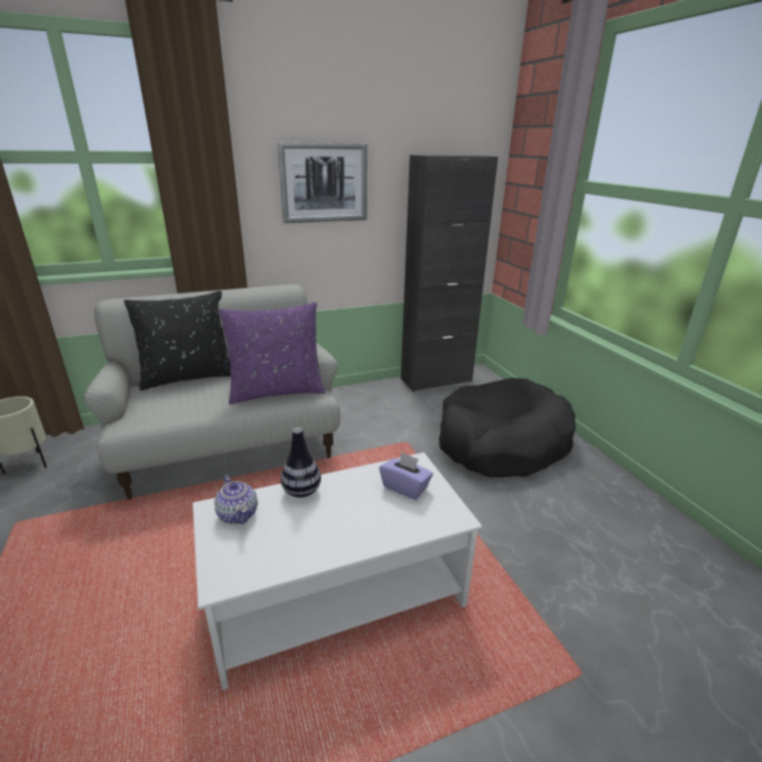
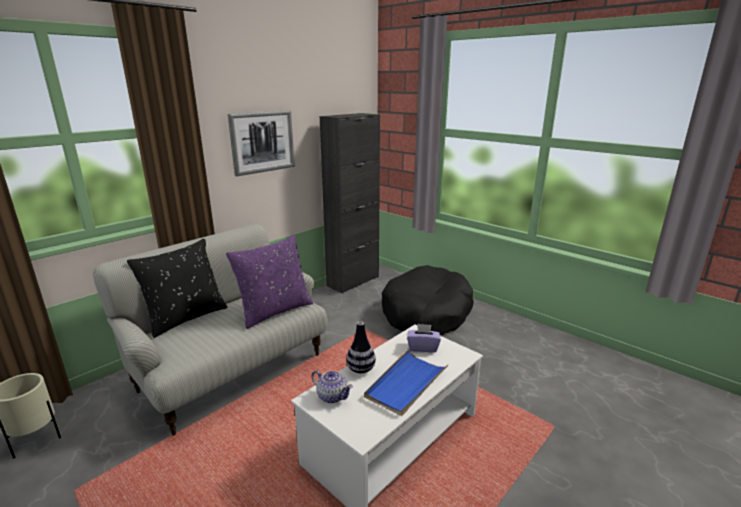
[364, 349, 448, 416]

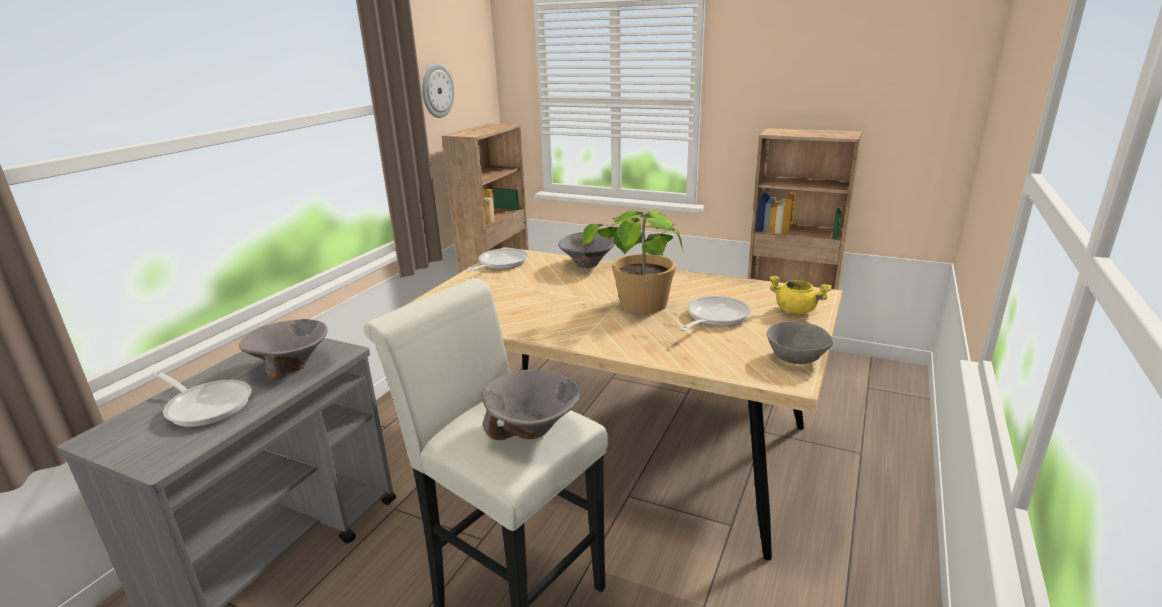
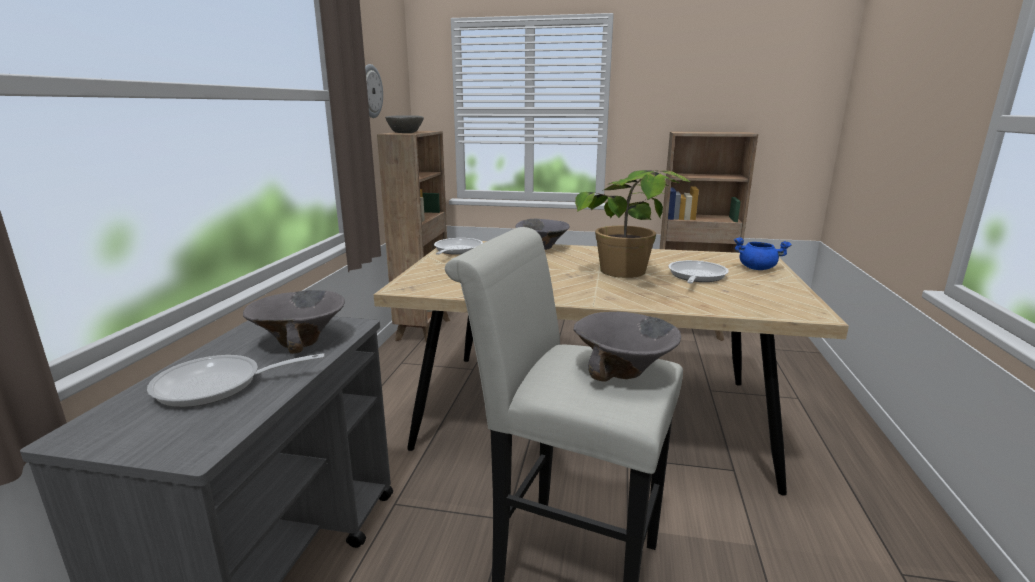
[385, 115, 424, 133]
[734, 237, 792, 270]
[147, 353, 325, 408]

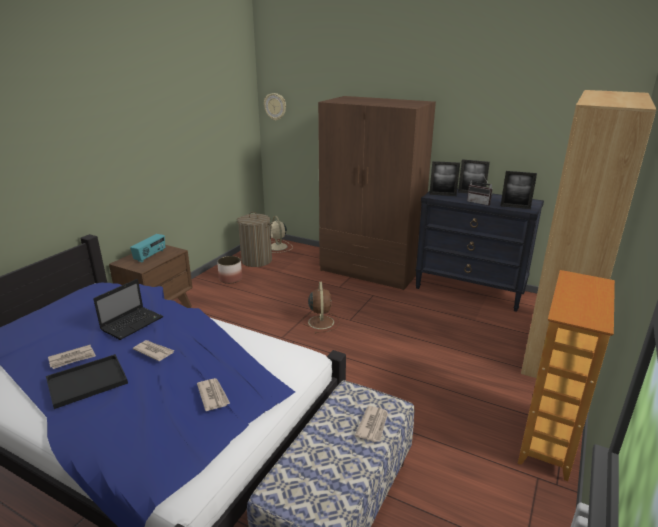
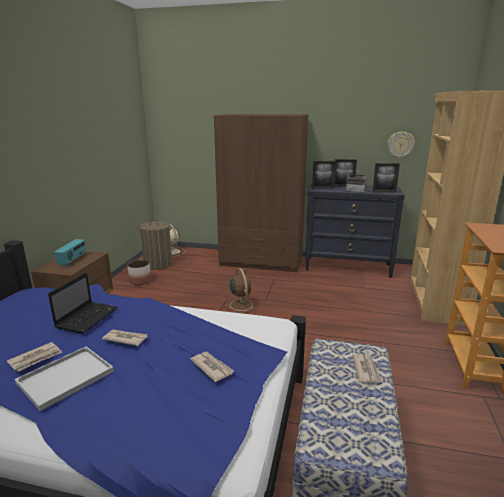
[387, 132, 415, 159]
[15, 347, 114, 411]

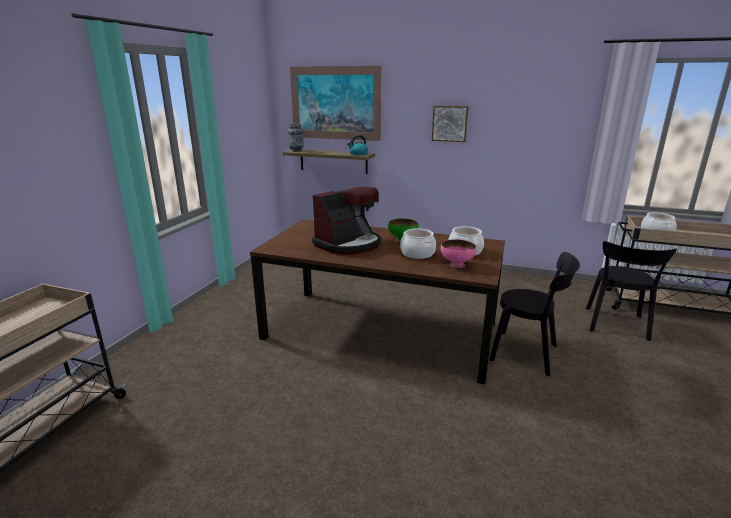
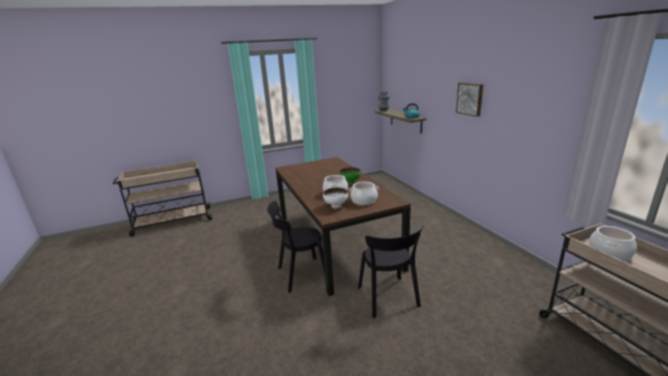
[290, 66, 381, 141] (first image)
[312, 187, 381, 255] (first image)
[267, 200, 325, 293]
[323, 187, 348, 209]

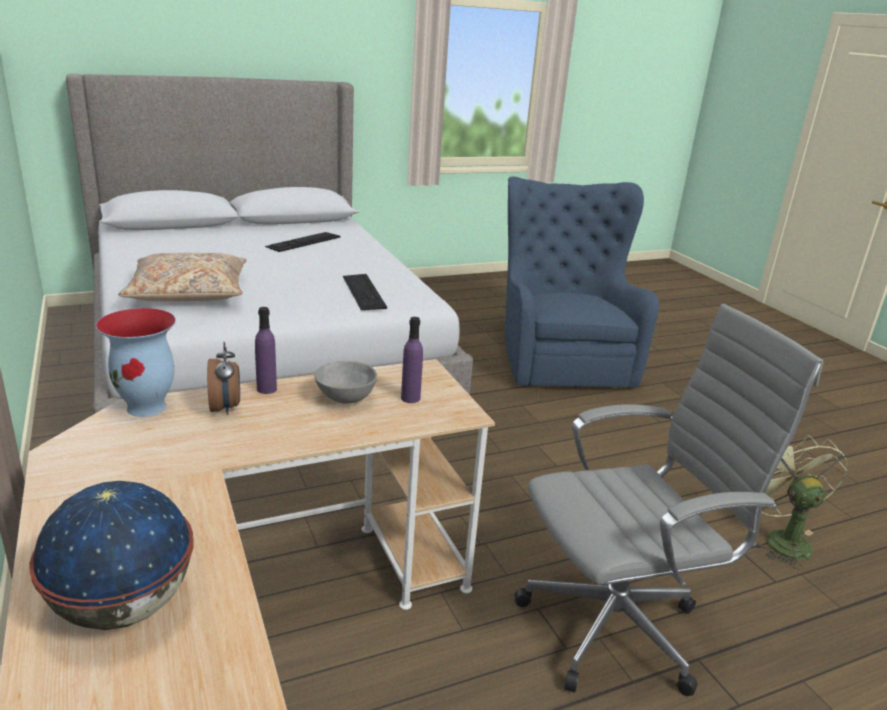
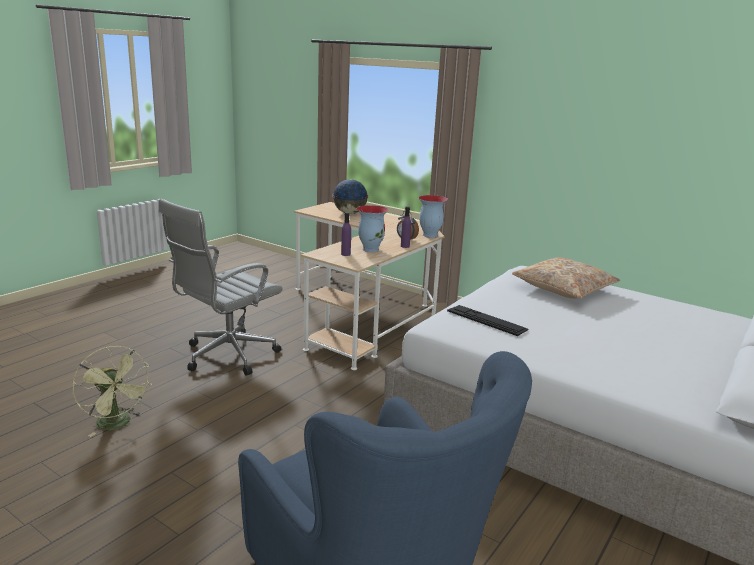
[265, 232, 340, 252] (first image)
[357, 205, 389, 252]

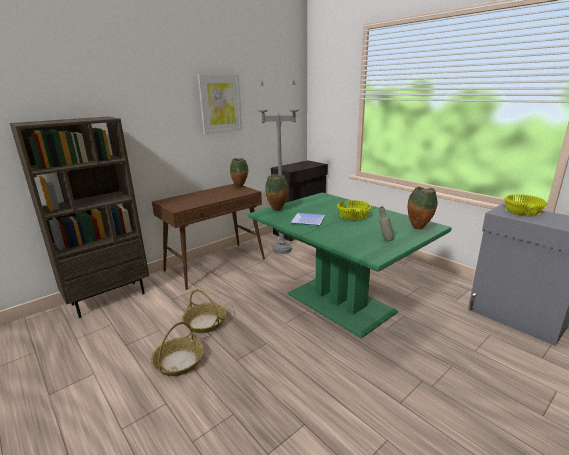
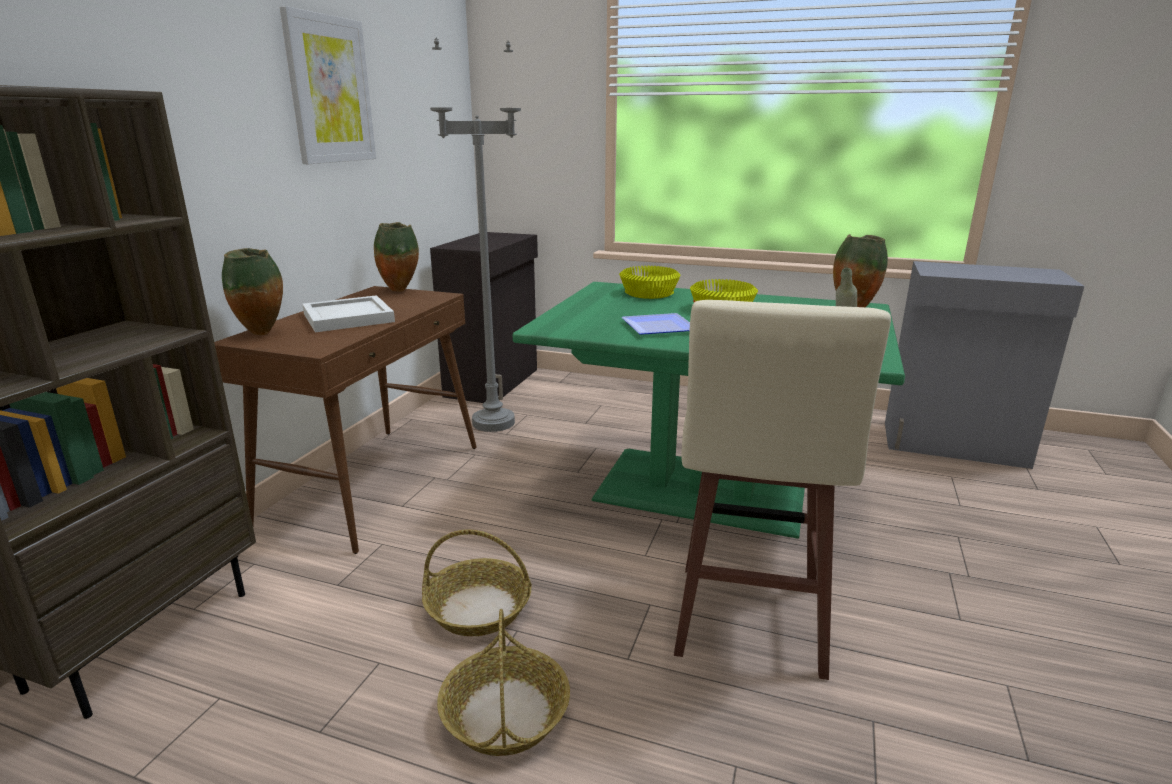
[302, 295, 395, 332]
[674, 300, 891, 680]
[222, 248, 283, 335]
[619, 266, 681, 299]

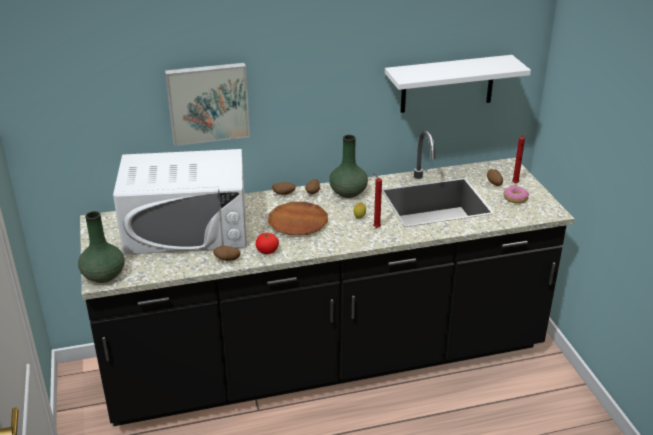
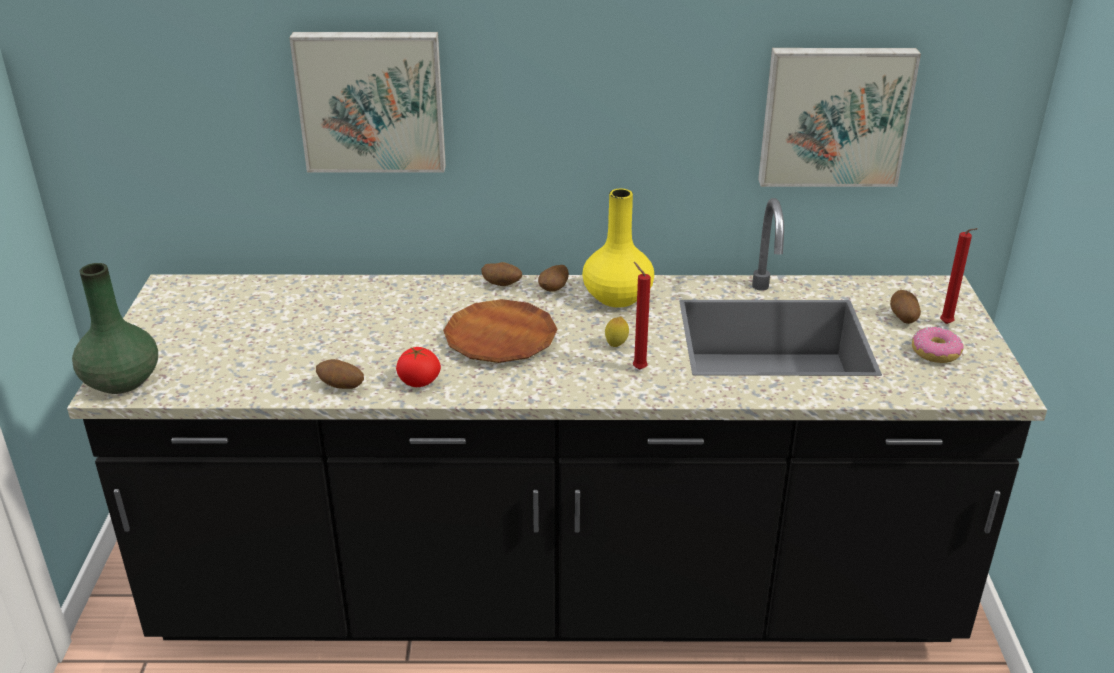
[113, 149, 247, 255] (first image)
[758, 48, 921, 187]
[582, 189, 654, 308]

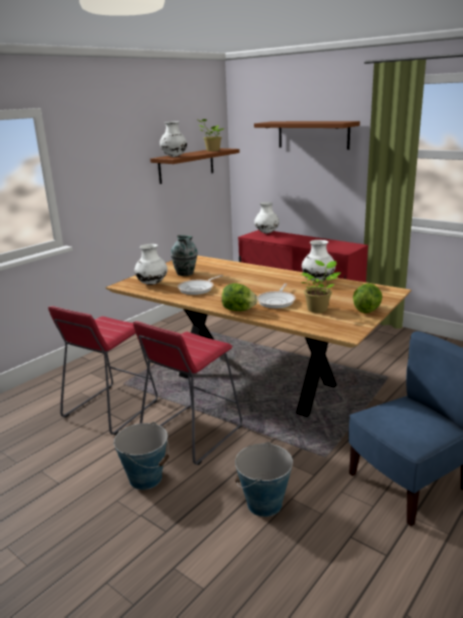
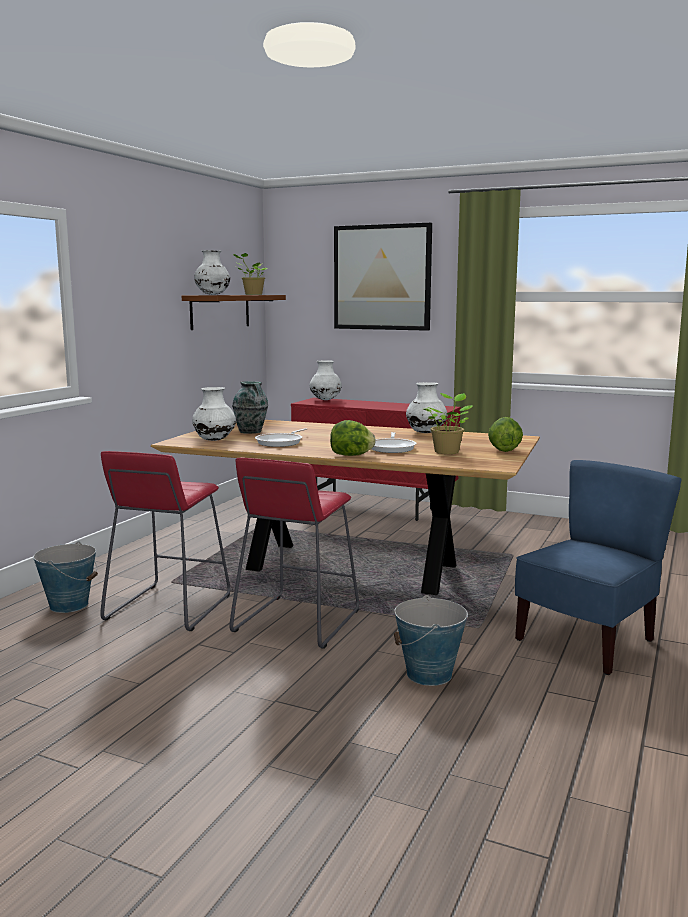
[33, 541, 98, 613]
[334, 223, 432, 331]

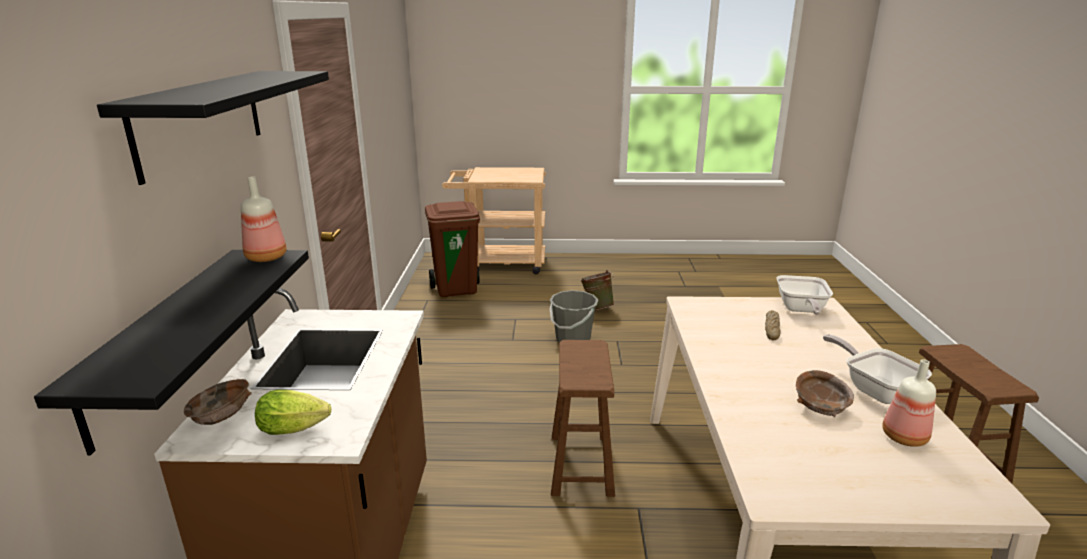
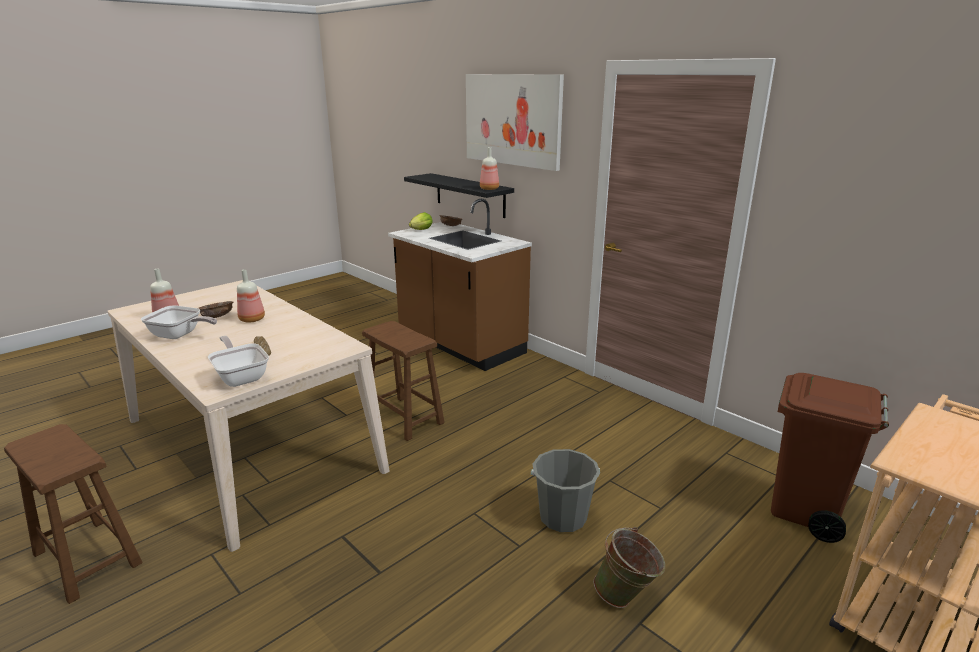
[237, 269, 265, 323]
[466, 74, 564, 171]

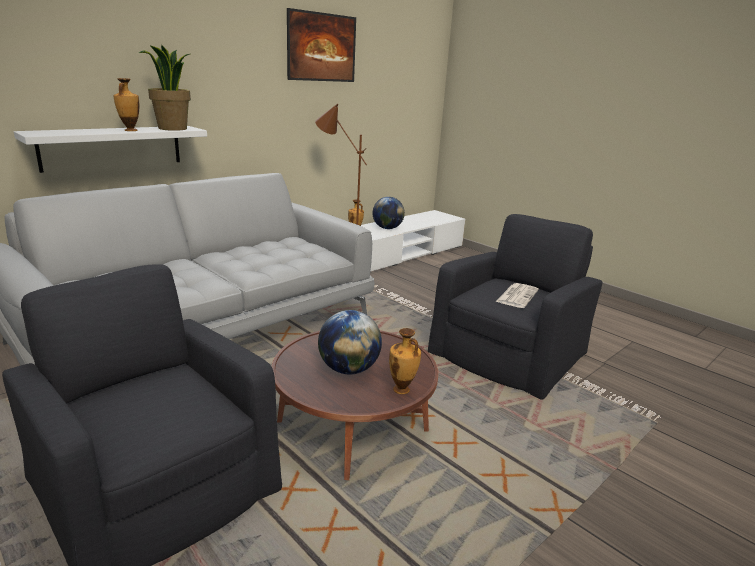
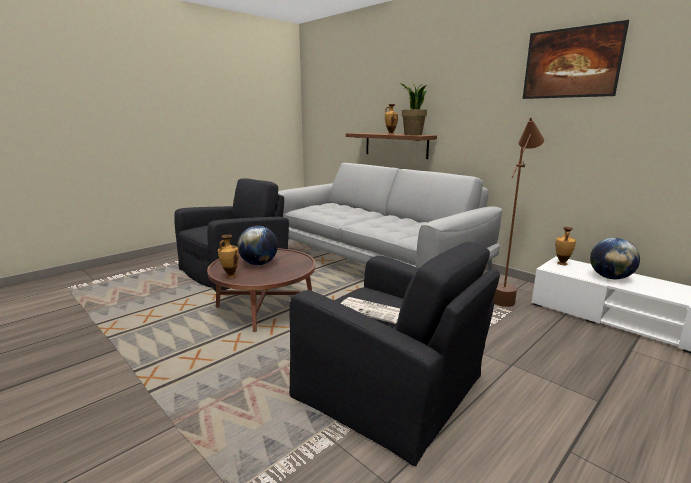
[346, 133, 437, 159]

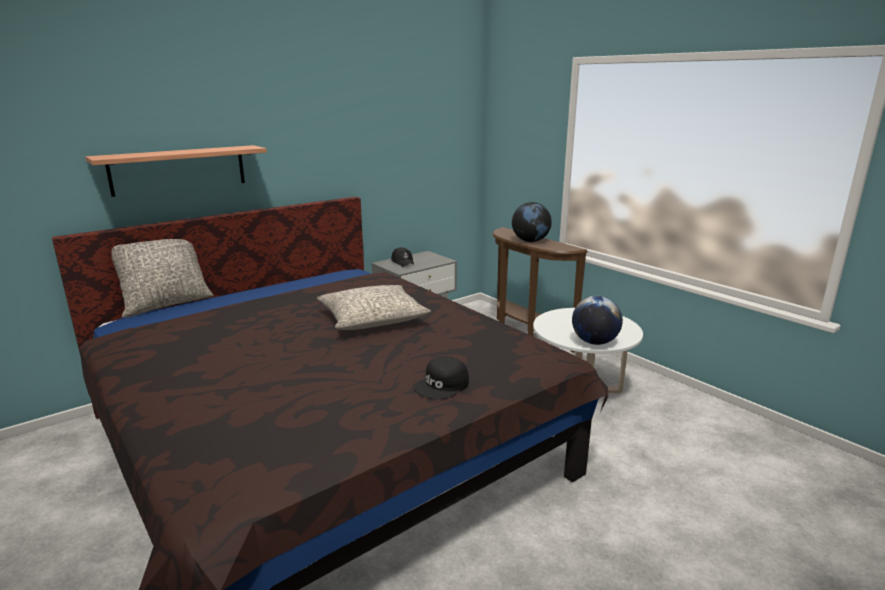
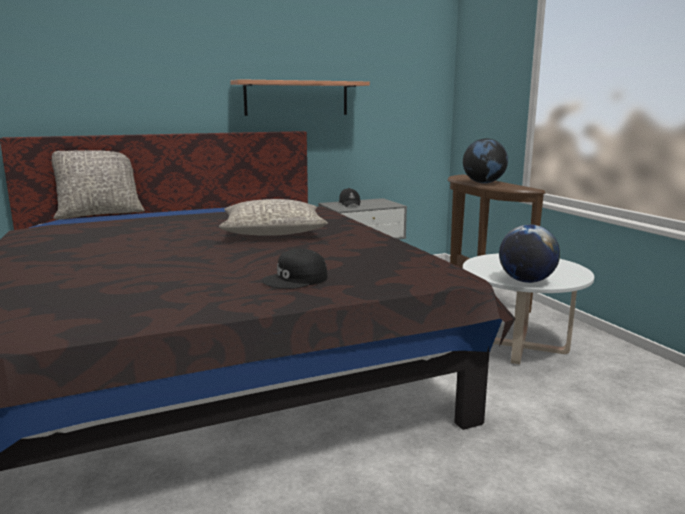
[230, 79, 370, 116]

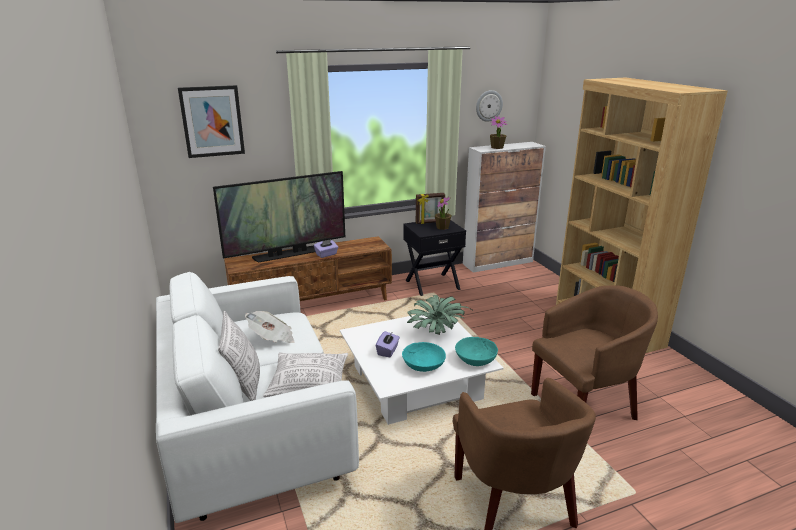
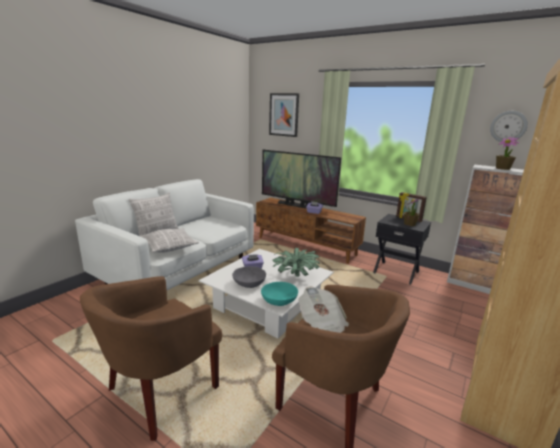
[298, 286, 349, 333]
[232, 266, 266, 288]

